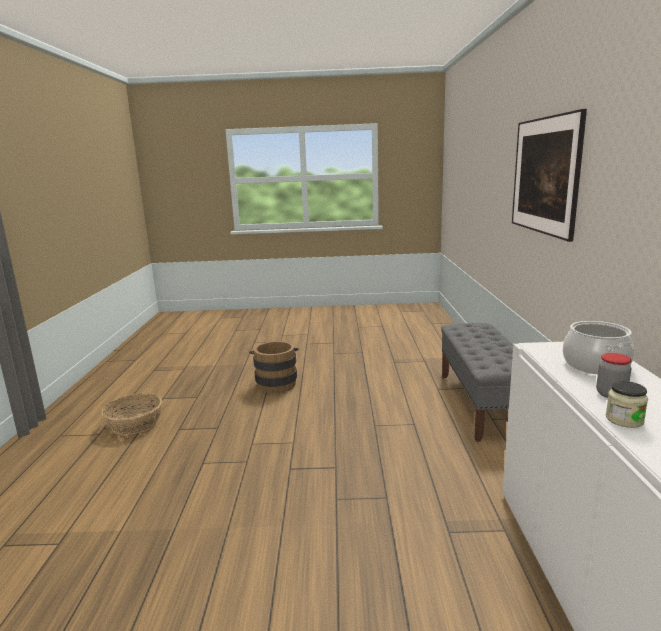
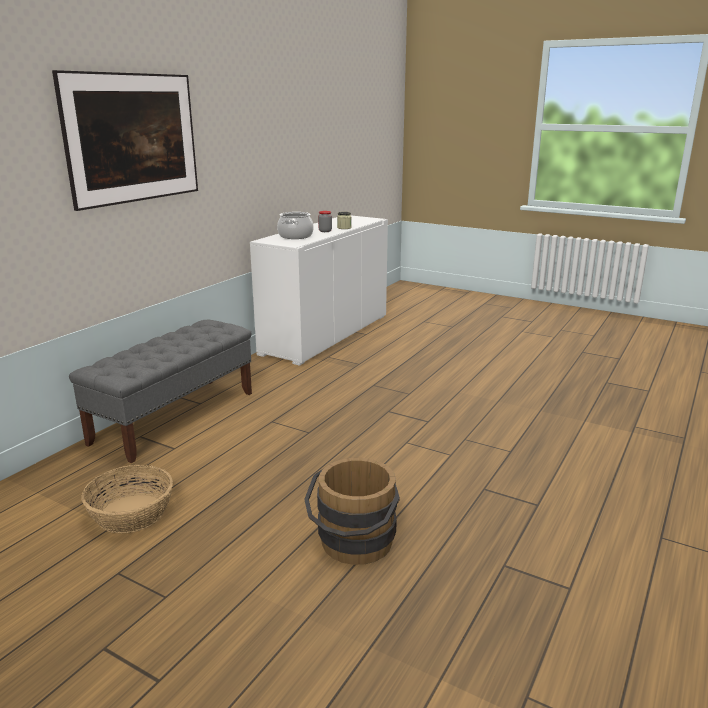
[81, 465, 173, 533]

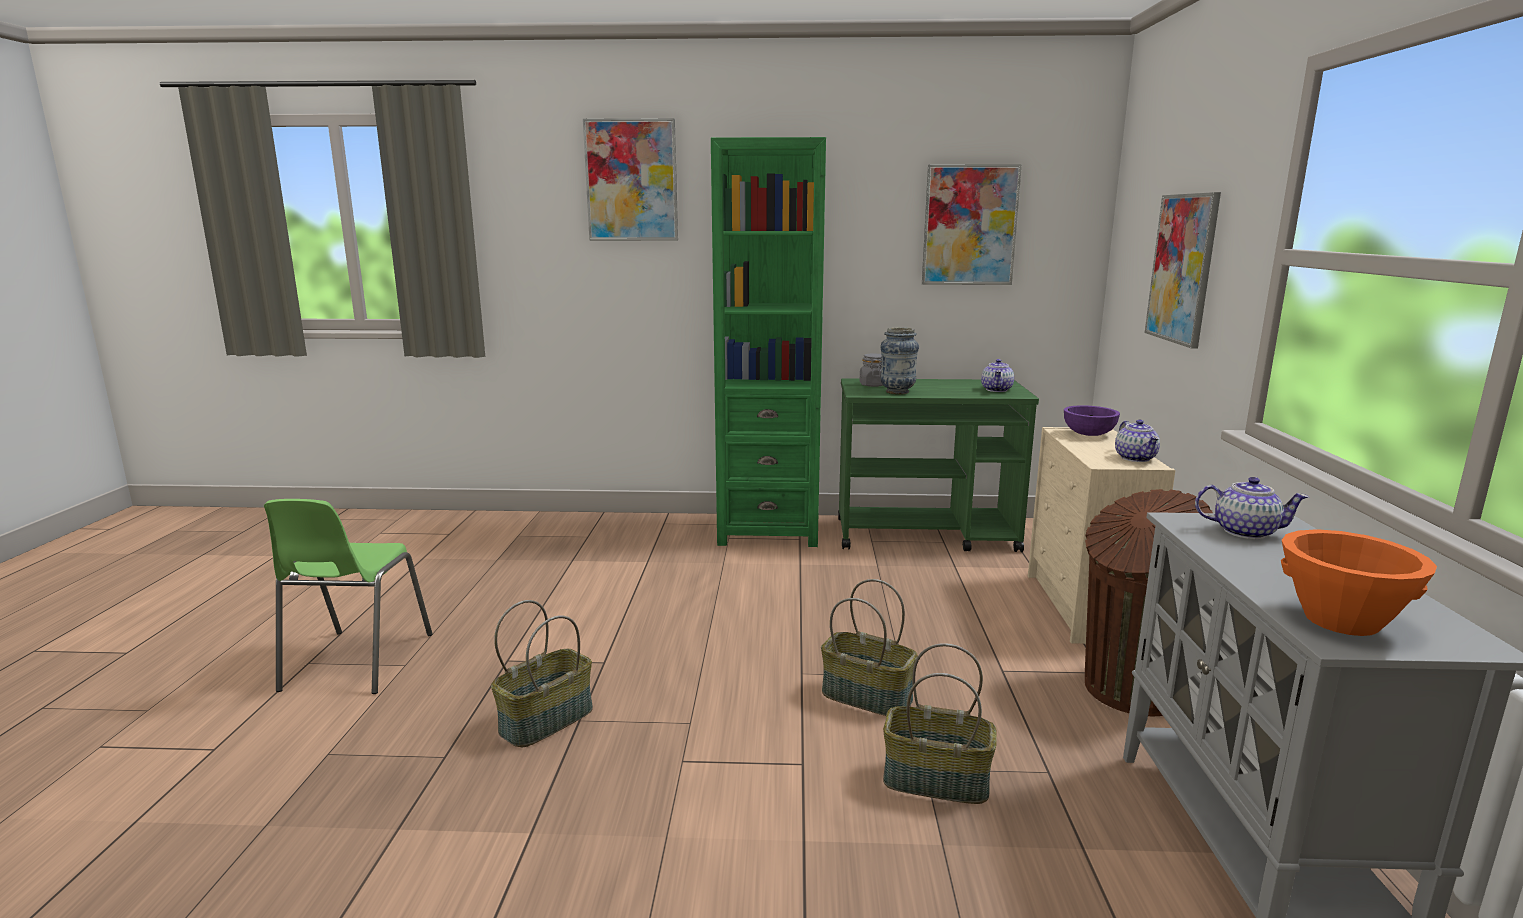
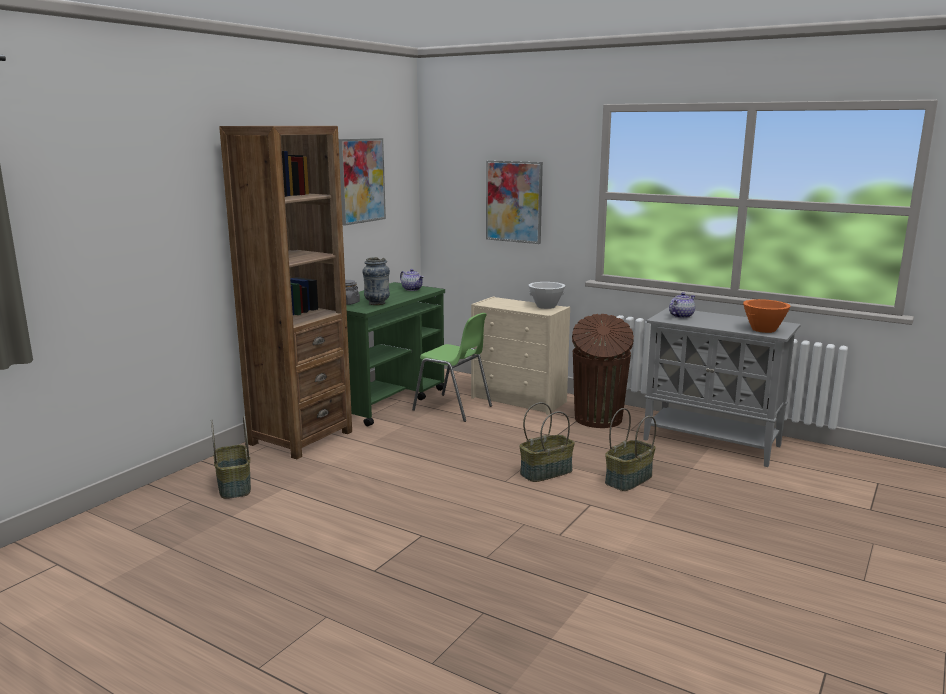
[583, 118, 678, 241] (first image)
[1064, 405, 1120, 436] (first image)
[412, 313, 492, 422]
[211, 416, 251, 499]
[528, 282, 565, 309]
[219, 126, 352, 459]

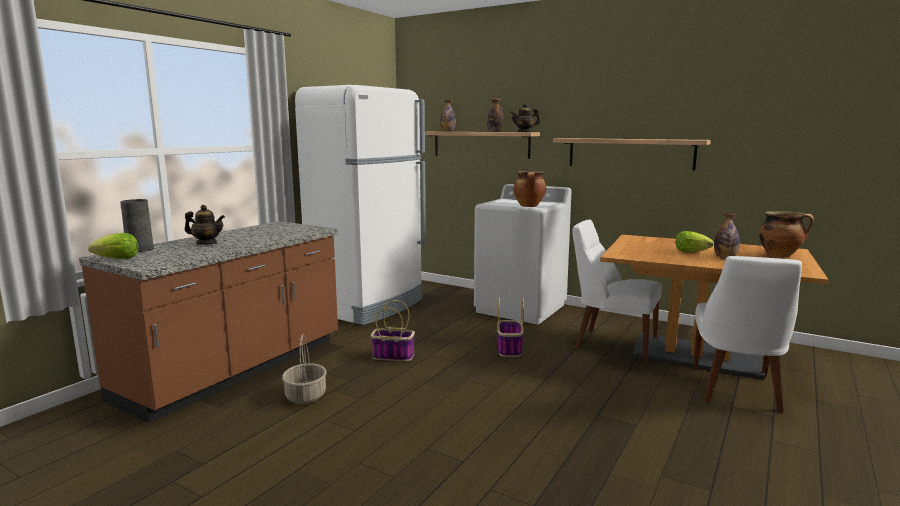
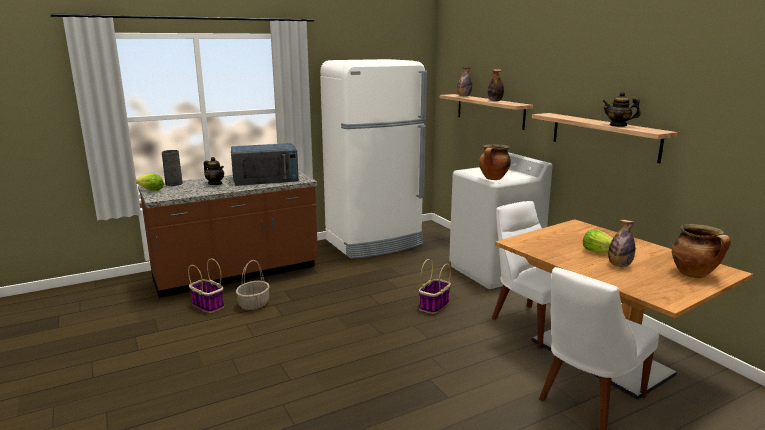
[231, 143, 299, 186]
[188, 259, 224, 313]
[602, 92, 641, 127]

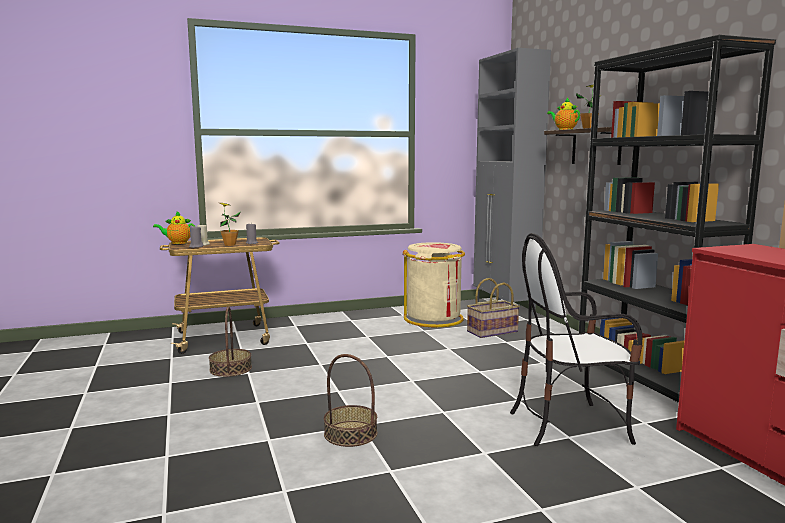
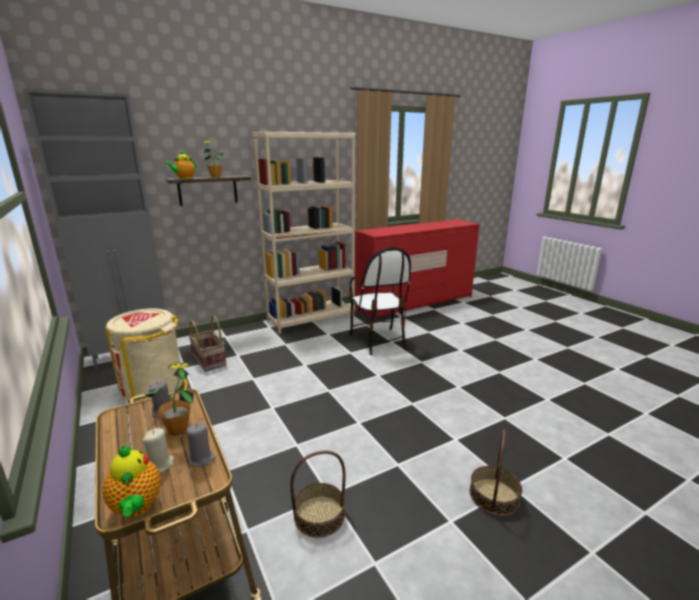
[469, 429, 522, 516]
[252, 132, 356, 334]

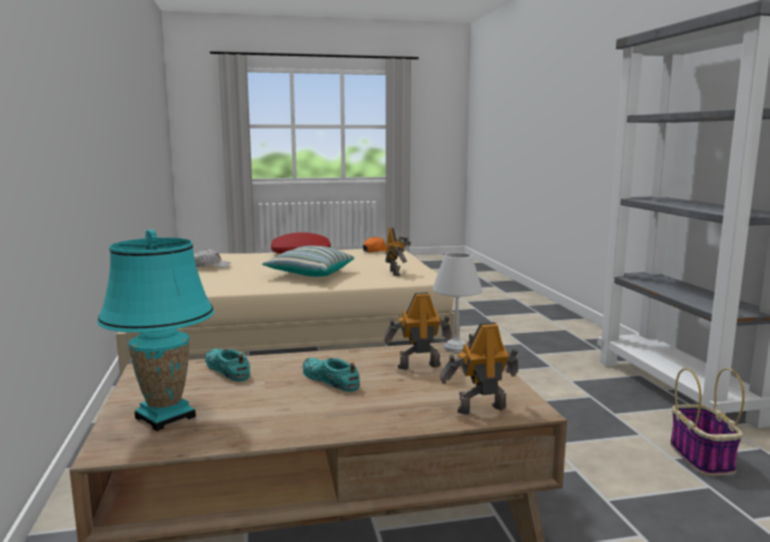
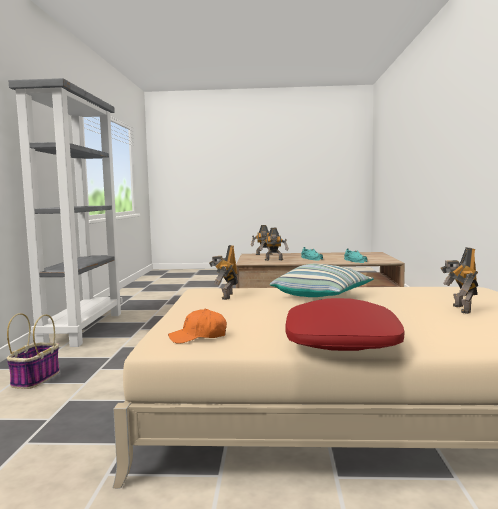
[97, 230, 214, 431] (first image)
[433, 253, 482, 353] (first image)
[7, 313, 60, 389]
[441, 247, 478, 314]

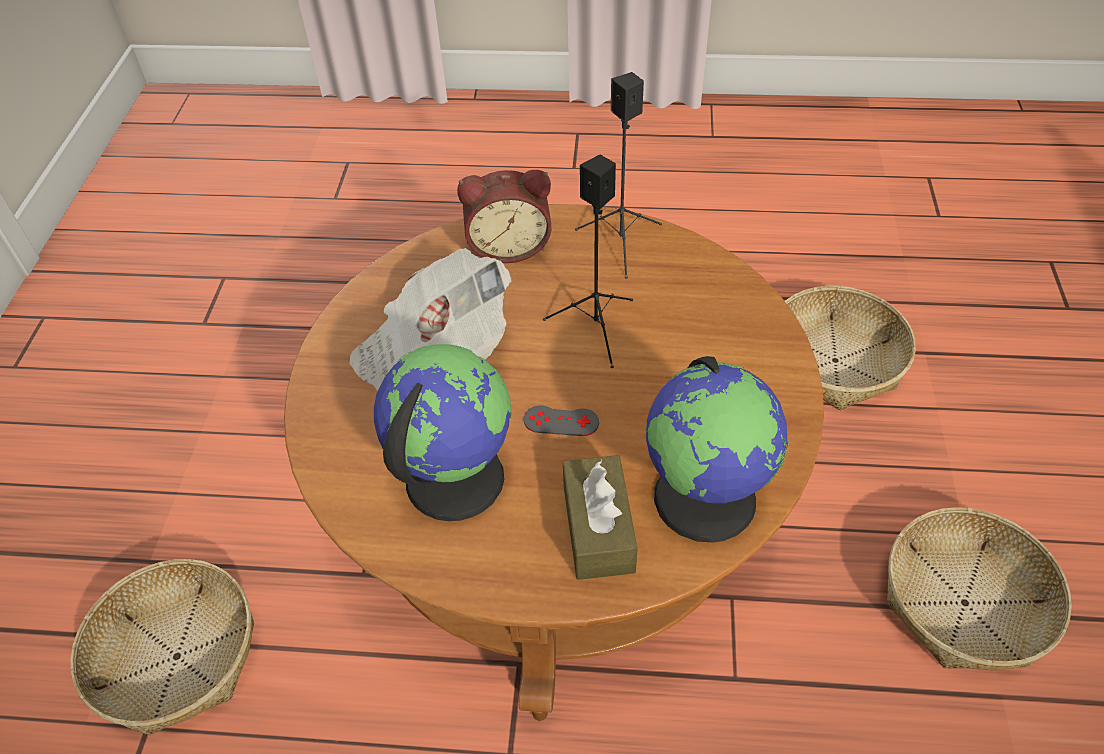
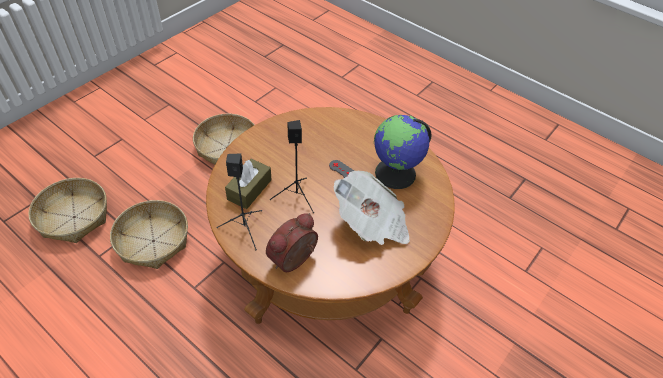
[645, 356, 789, 542] (first image)
[28, 178, 107, 243]
[225, 159, 272, 209]
[266, 213, 318, 272]

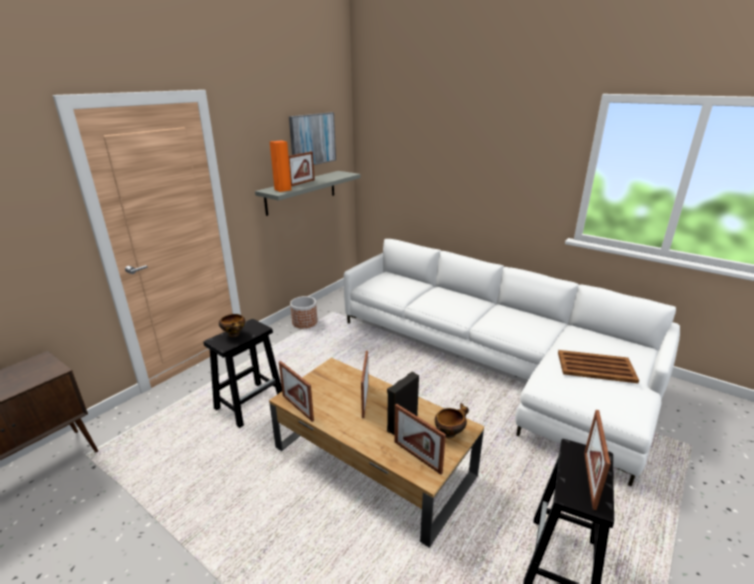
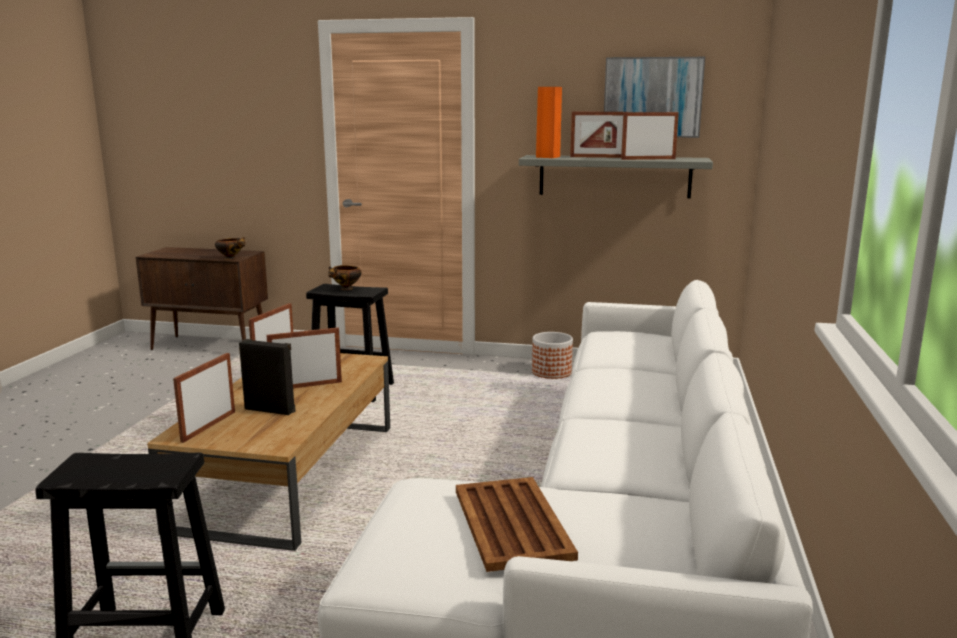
[215, 237, 245, 260]
[621, 112, 679, 160]

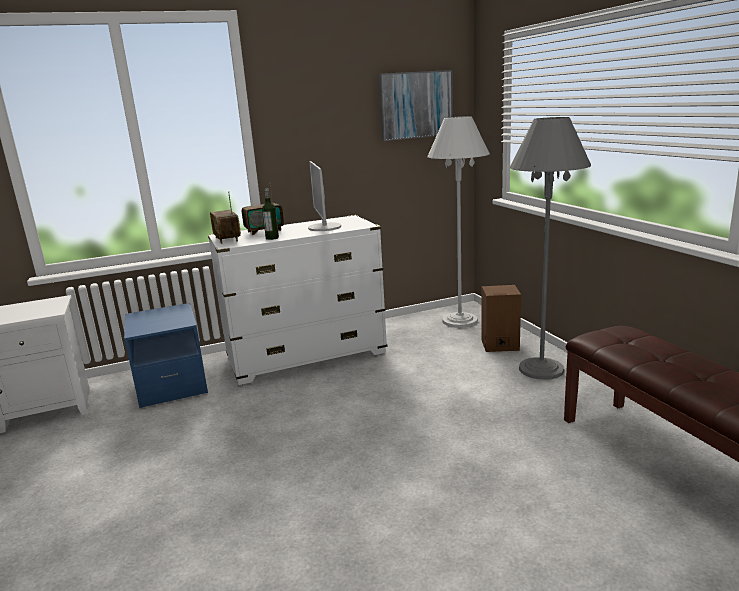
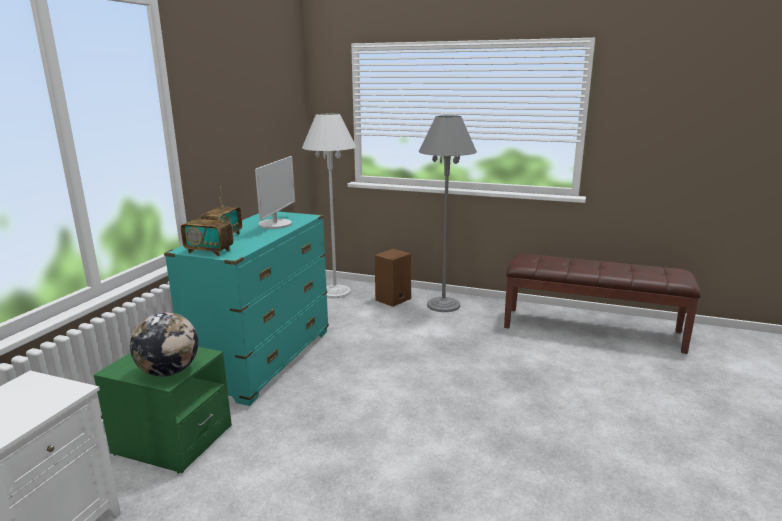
[262, 189, 279, 240] (first image)
[379, 70, 453, 141] (first image)
[130, 312, 198, 376]
[94, 347, 232, 474]
[164, 212, 329, 406]
[255, 156, 295, 229]

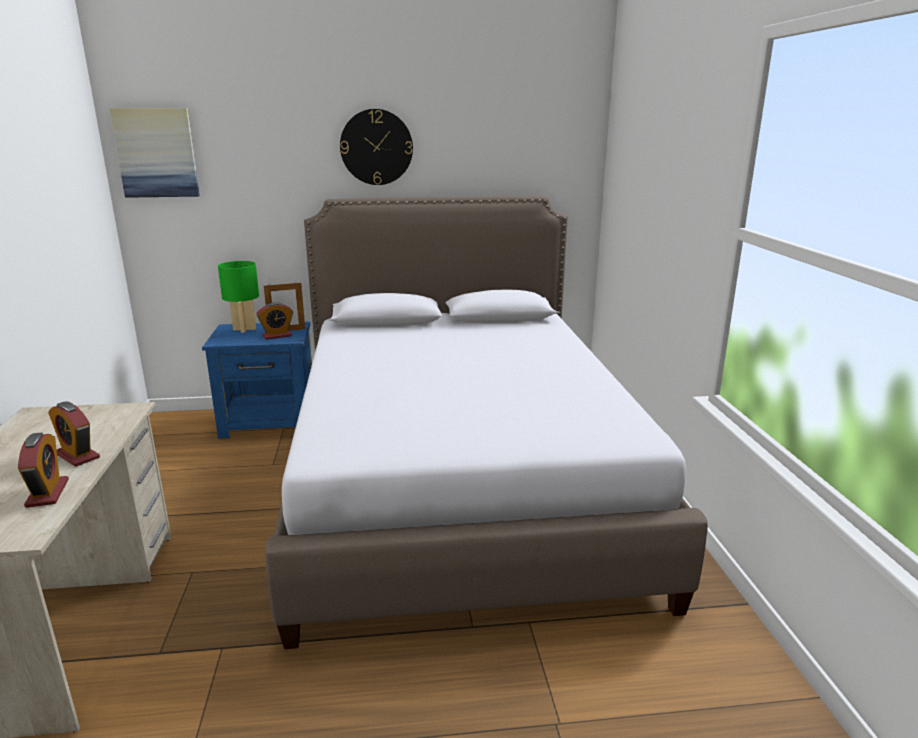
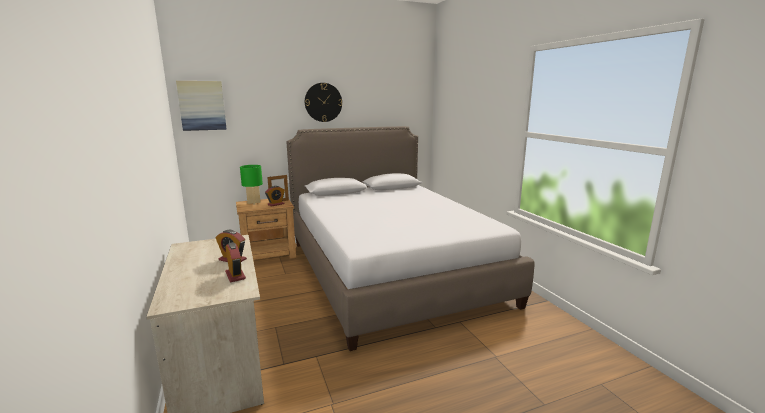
[236, 199, 296, 260]

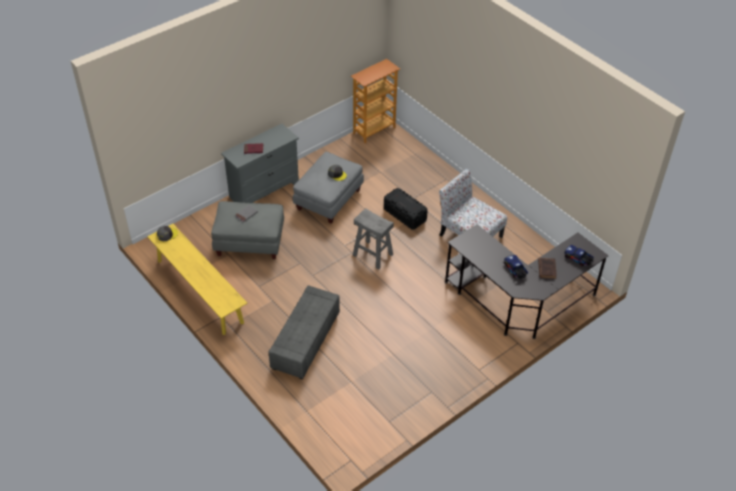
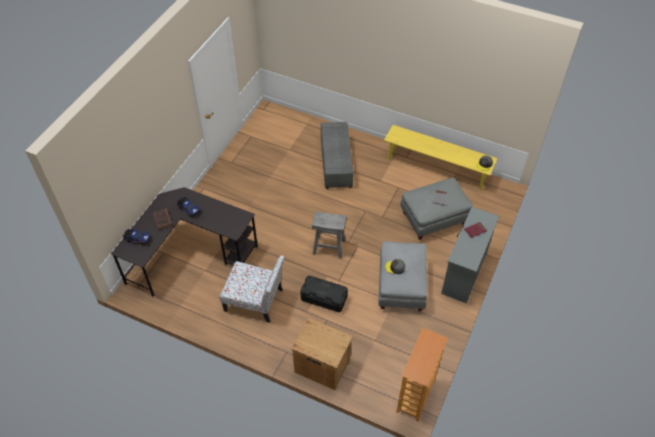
[291, 318, 353, 390]

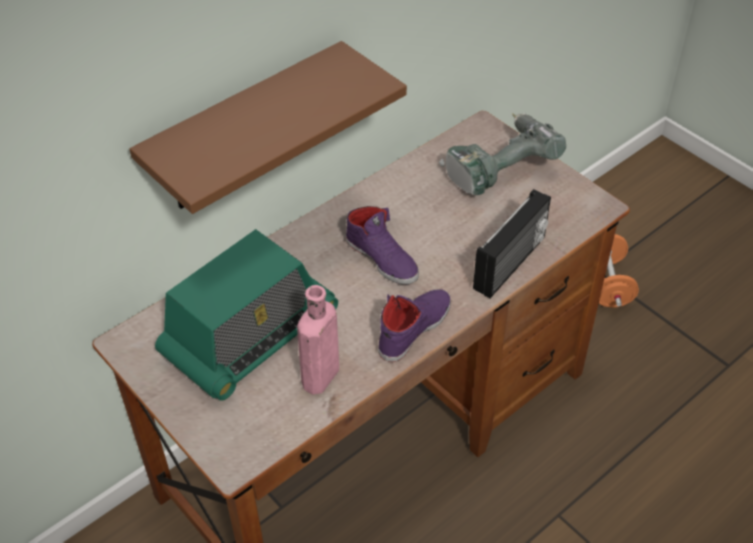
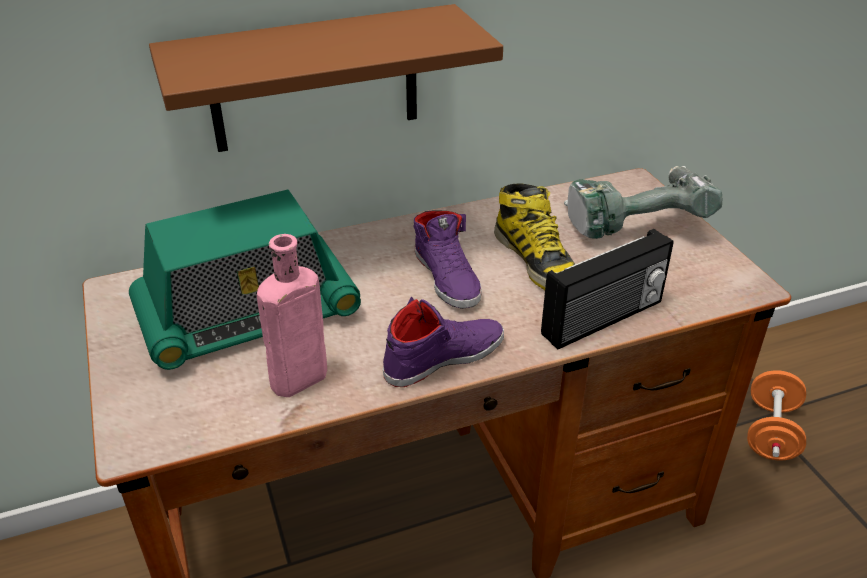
[494, 183, 575, 290]

